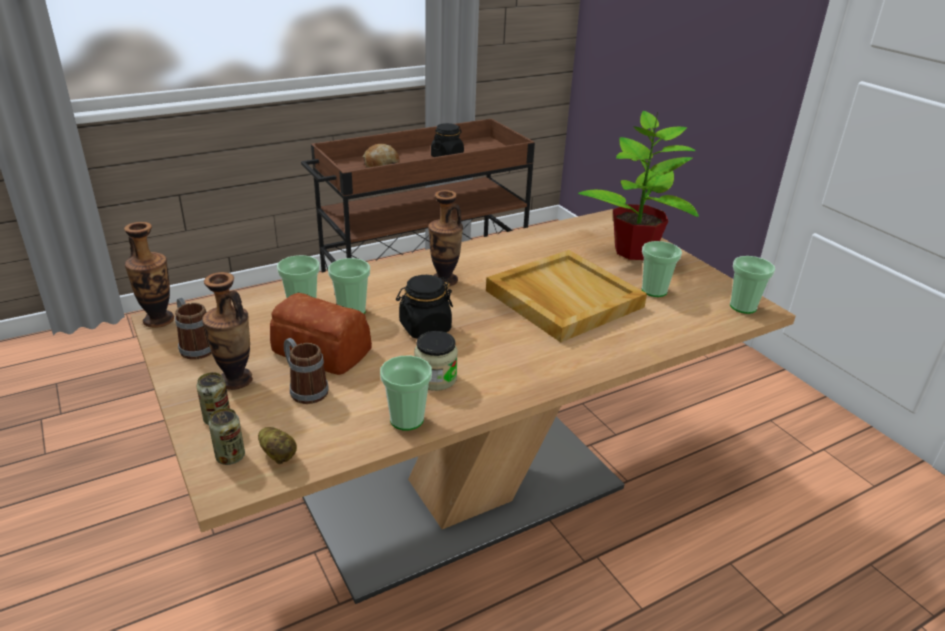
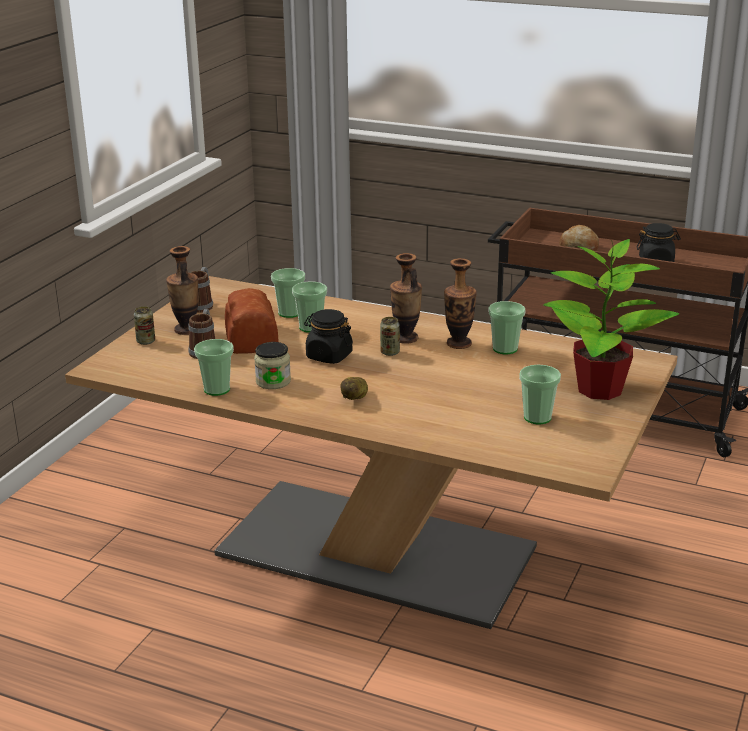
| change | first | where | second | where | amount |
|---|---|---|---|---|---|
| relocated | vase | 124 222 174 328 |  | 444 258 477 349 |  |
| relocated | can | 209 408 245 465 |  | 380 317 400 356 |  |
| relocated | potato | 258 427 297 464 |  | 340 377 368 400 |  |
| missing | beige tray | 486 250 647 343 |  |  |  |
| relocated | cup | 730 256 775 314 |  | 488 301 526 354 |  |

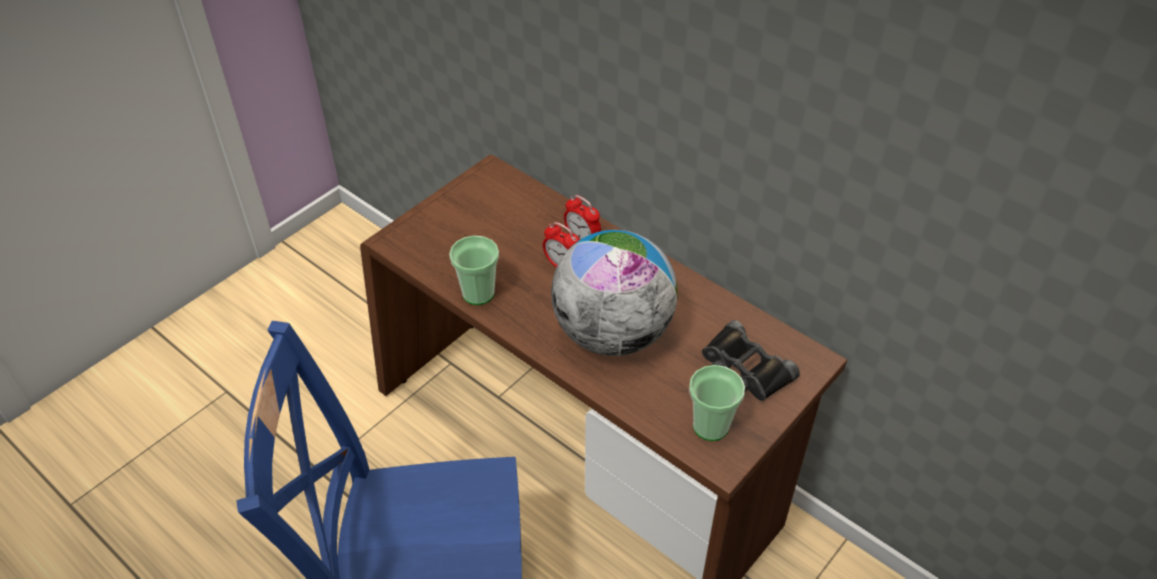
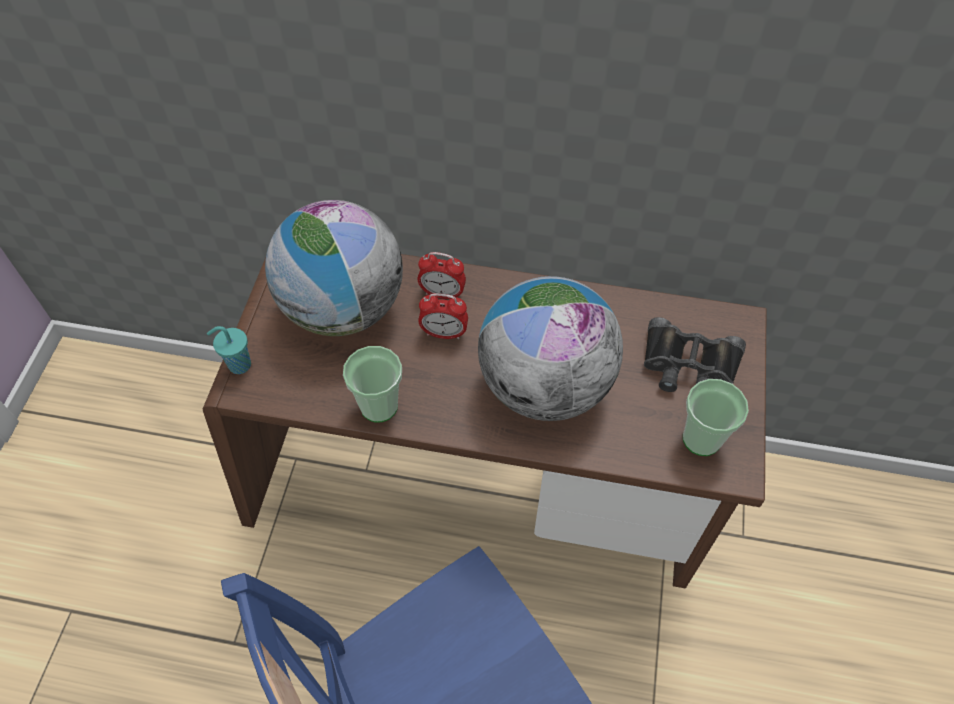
| change | first | where | second | where | amount |
|---|---|---|---|---|---|
| appeared |  |  | turquoise cup | 207 326 251 374 |  |
| appeared |  |  | globe | 265 200 403 336 |  |

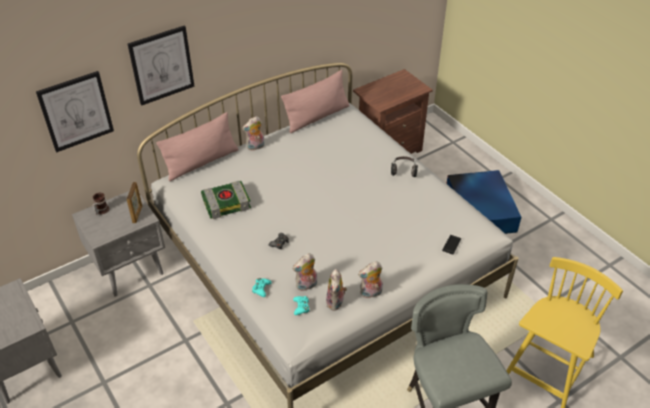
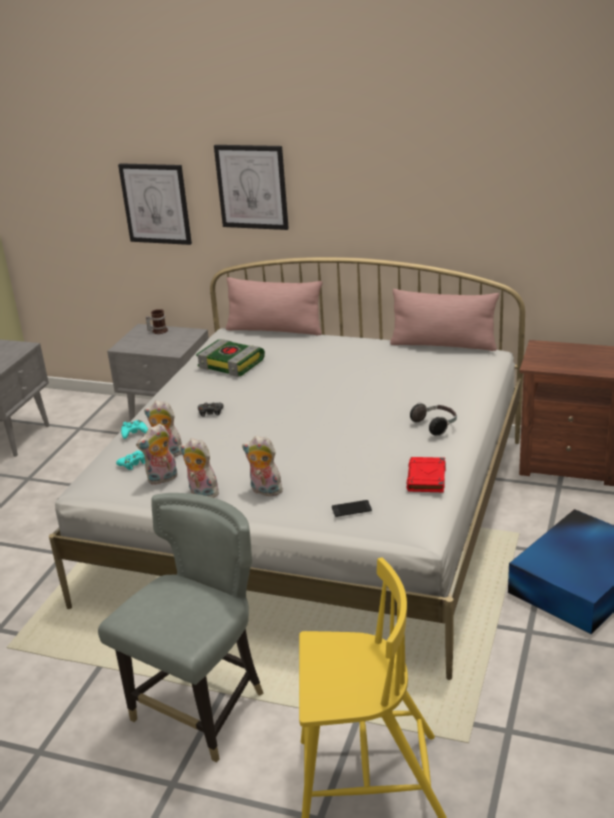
| change | first | where | second | where | amount |
|---|---|---|---|---|---|
| missing | picture frame | 127 182 142 223 |  |  |  |
| relocated | plush toy | 242 116 265 151 |  | 242 436 283 496 |  |
| appeared |  |  | red book | 406 457 446 492 |  |

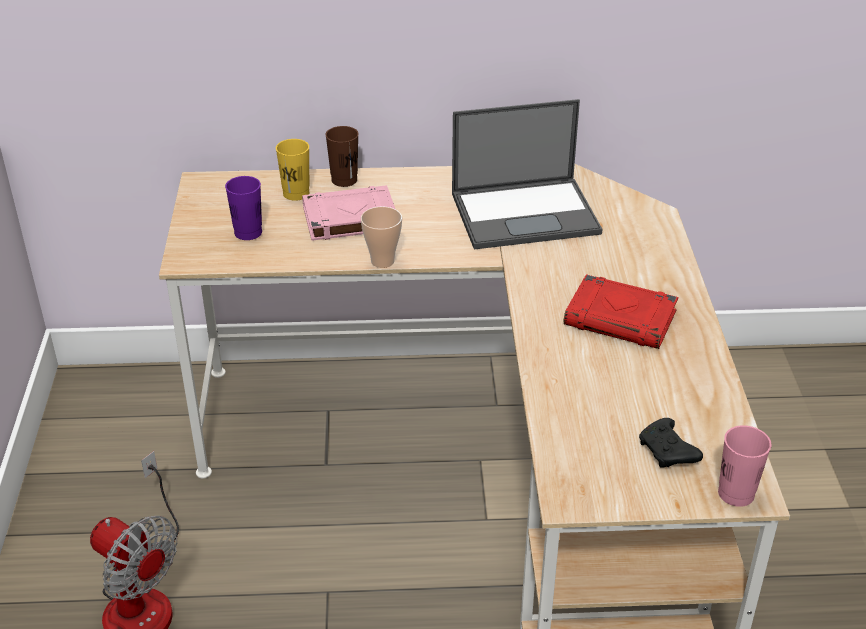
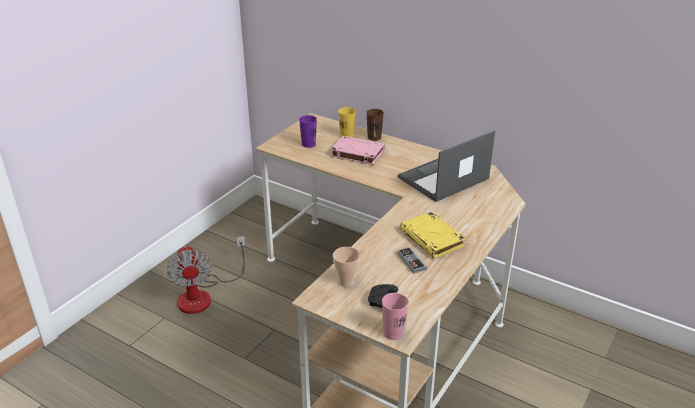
| change | first | where | second | where | amount |
|---|---|---|---|---|---|
| relocated | cup | 361 206 402 268 |  | 333 247 360 287 |  |
| spun | laptop | 452 99 602 250 |  | 398 131 495 202 | 120 degrees clockwise |
| colour | red book | 564 274 678 349 | yellow book | 400 212 466 259 |  |
| appeared |  |  | game controller | 397 247 427 274 |  |

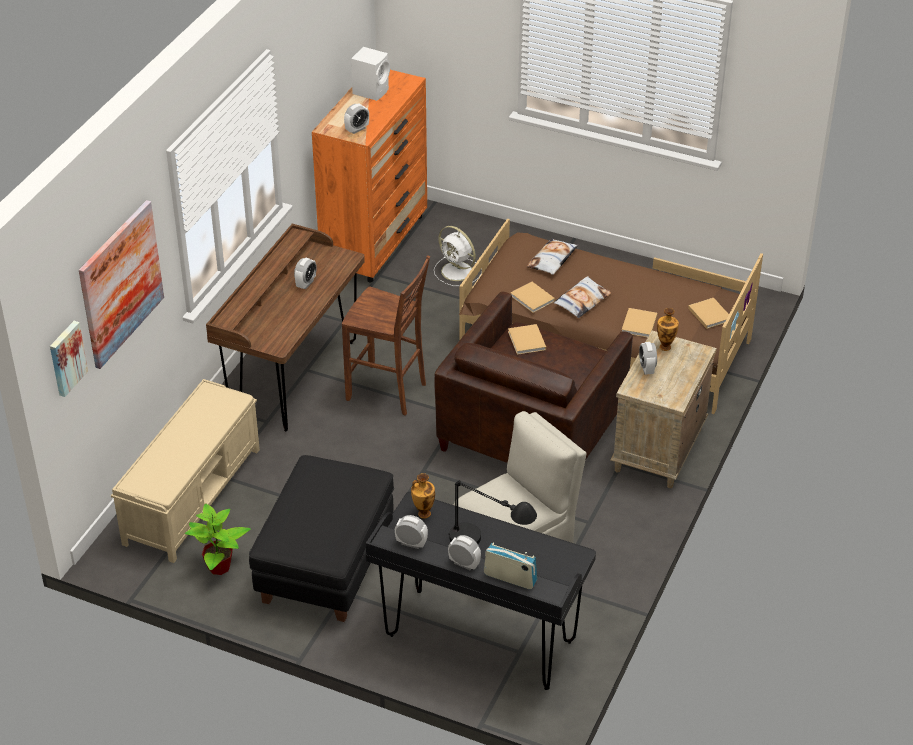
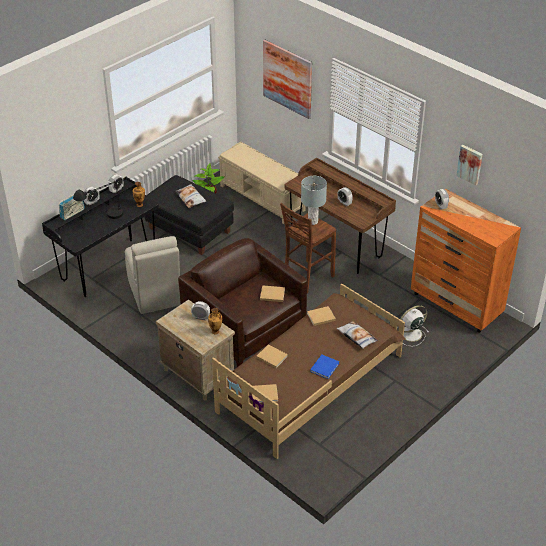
| change | first | where | second | where | amount |
|---|---|---|---|---|---|
| relocated | picture | 50 321 88 397 |  | 456 145 483 185 |  |
| missing | white speaker | 351 47 390 101 |  |  |  |
| relocated | pillow | 554 276 612 318 |  | 175 184 206 208 |  |
| appeared |  |  | grey table lamp | 301 176 327 225 |  |
| appeared |  |  | blue book | 310 355 340 379 |  |

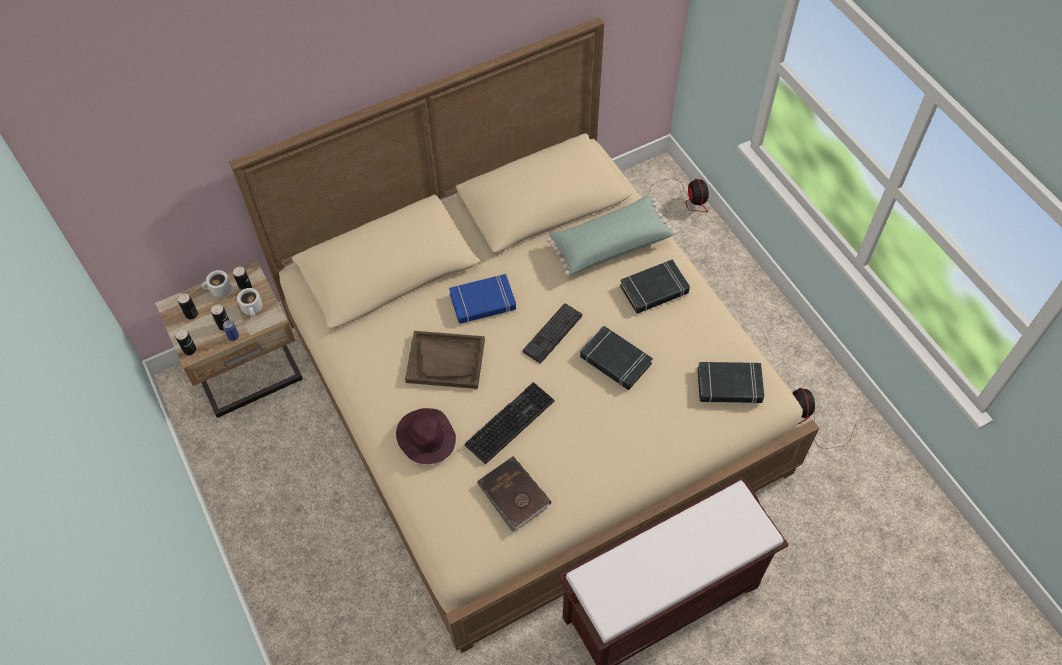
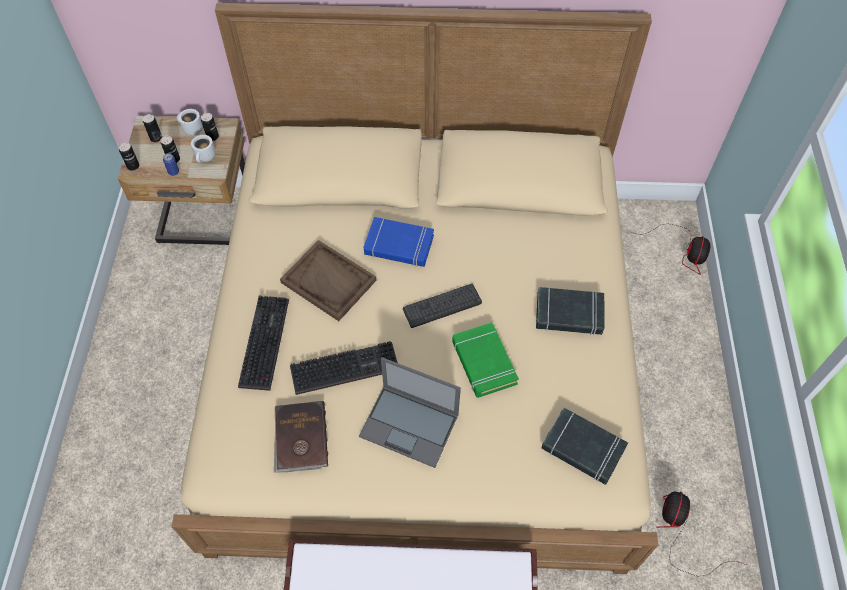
| change | first | where | second | where | amount |
|---|---|---|---|---|---|
| exchanged | purple hat | 396 408 456 464 | keyboard | 238 296 289 391 |  |
| missing | green pillow | 546 195 676 276 |  |  |  |
| colour | black book | 580 326 653 390 | green book | 452 323 519 398 |  |
| appeared |  |  | laptop | 359 357 461 468 |  |

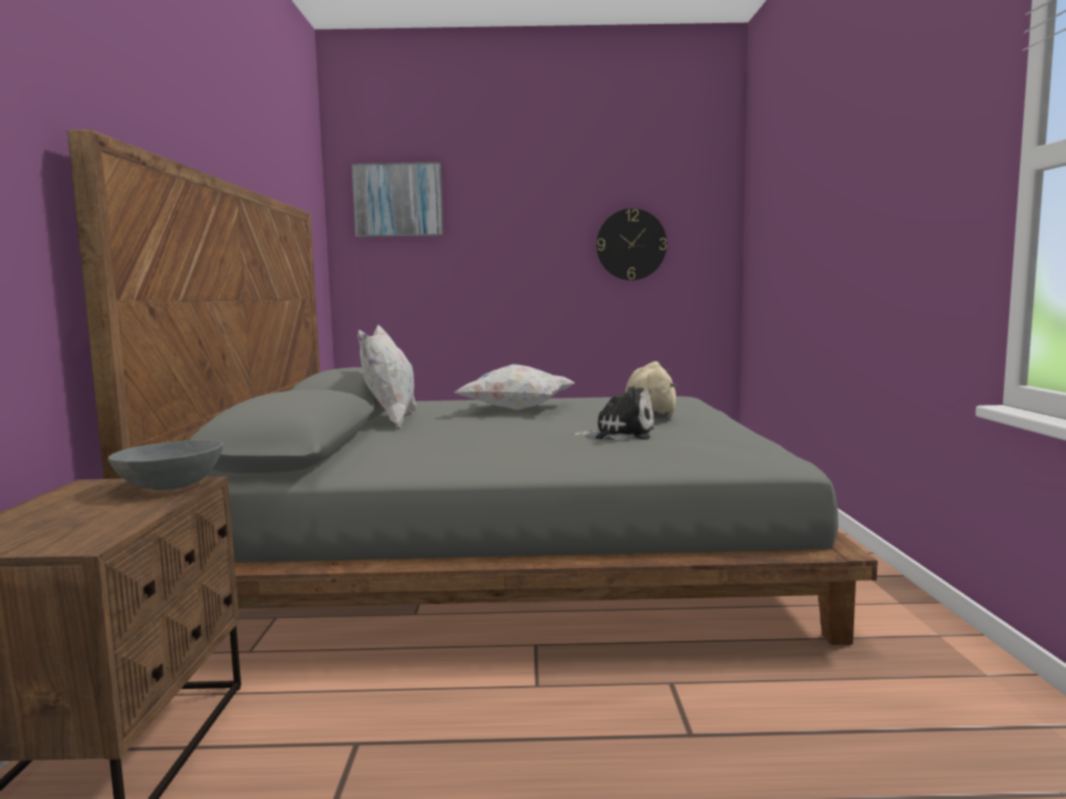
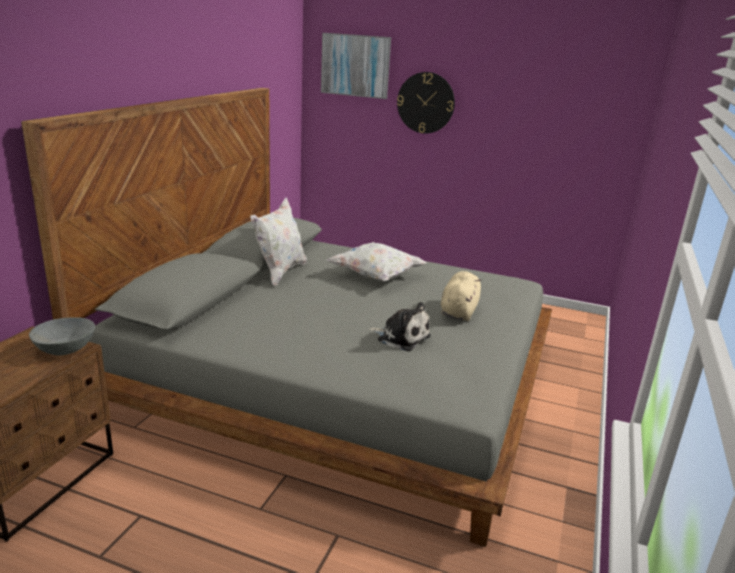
| change | first | where | second | where | amount |
|---|---|---|---|---|---|
| relocated | wall clock | 596 208 667 280 |  | 397 72 455 133 |  |

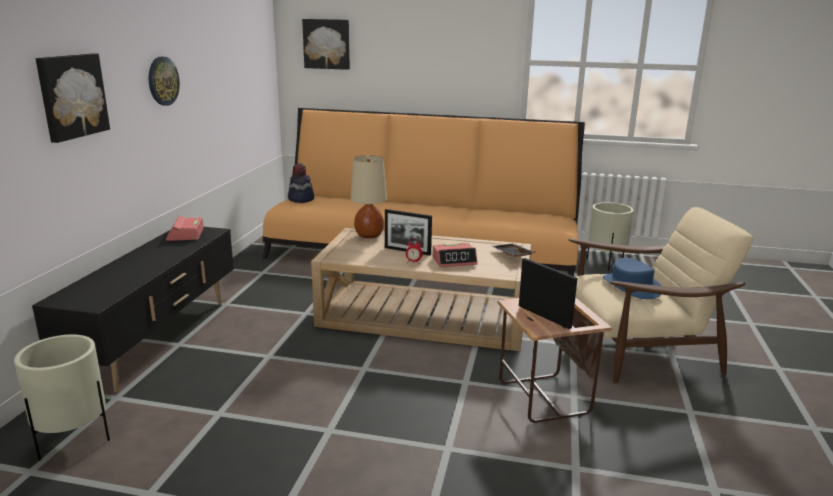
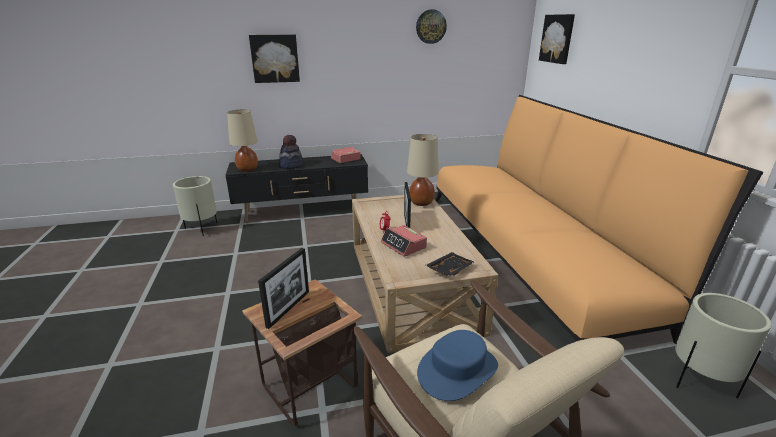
| change | first | where | second | where | amount |
|---|---|---|---|---|---|
| relocated | wall clock | 148 57 180 106 |  | 416 9 447 44 |  |
| relocated | hat | 288 163 314 203 |  | 278 135 303 169 |  |
| appeared |  |  | beige table lamp | 227 110 258 172 |  |

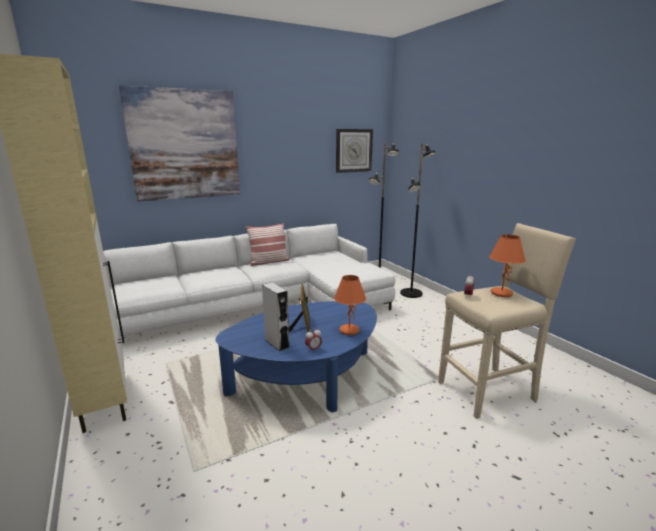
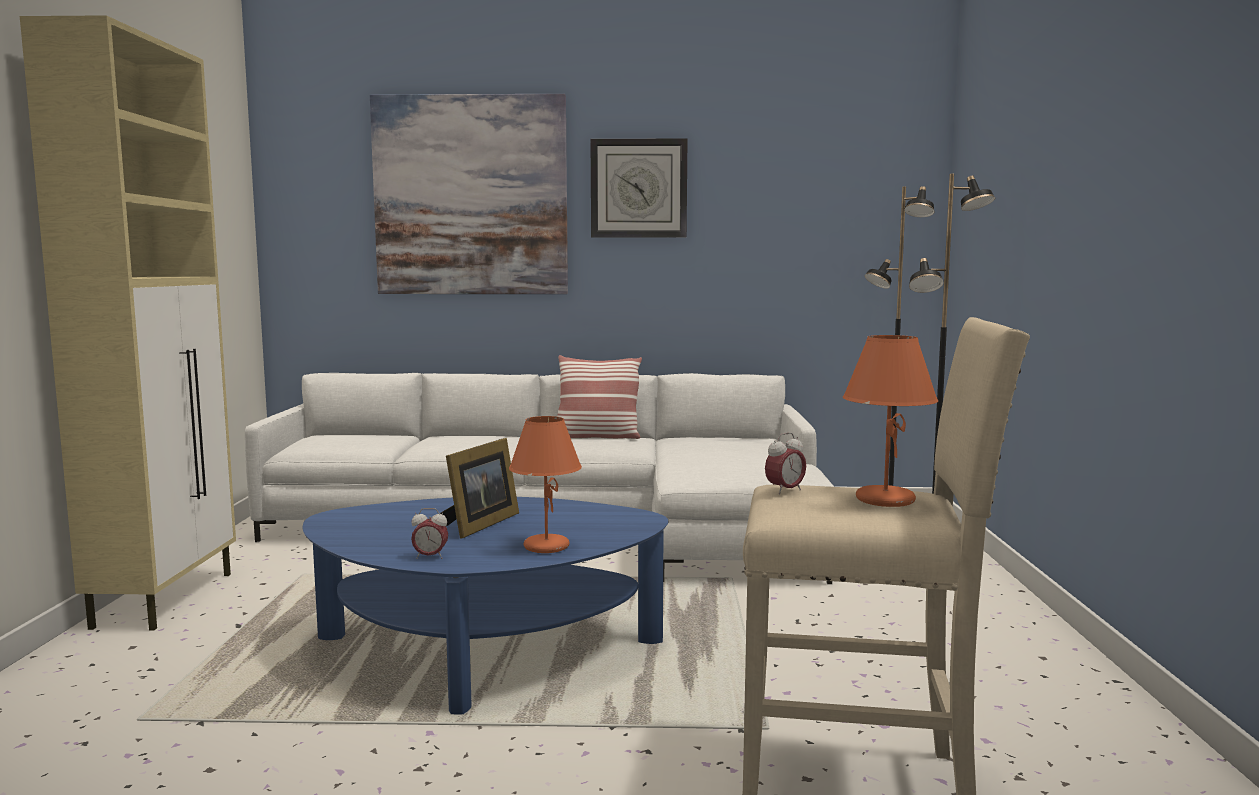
| change | first | where | second | where | amount |
|---|---|---|---|---|---|
| missing | grey speaker | 262 282 290 351 |  |  |  |
| relocated | wall clock | 336 129 373 173 |  | 591 138 688 238 |  |

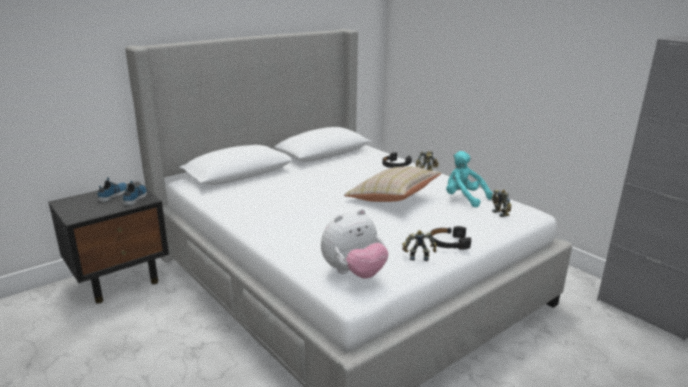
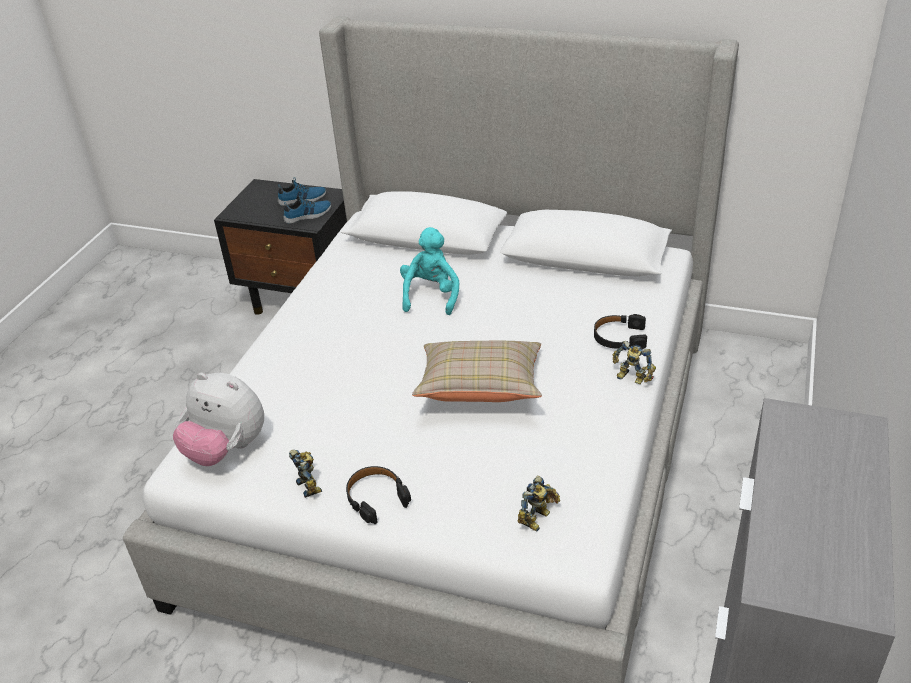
| change | first | where | second | where | amount |
|---|---|---|---|---|---|
| relocated | turquoise plush toy | 446 151 493 207 |  | 400 227 459 315 |  |

